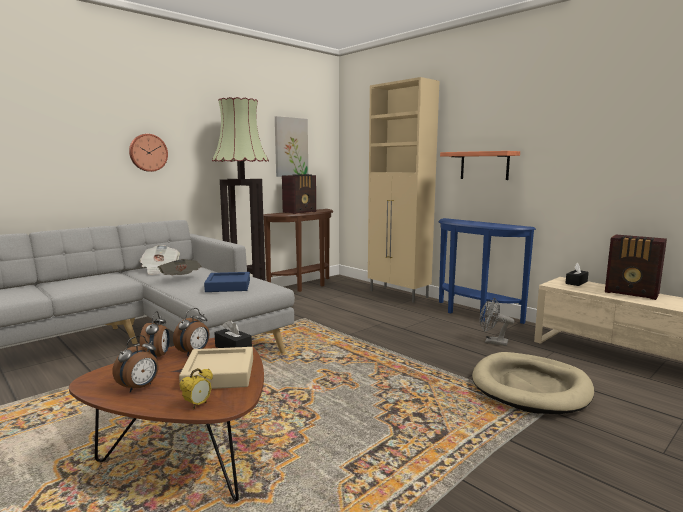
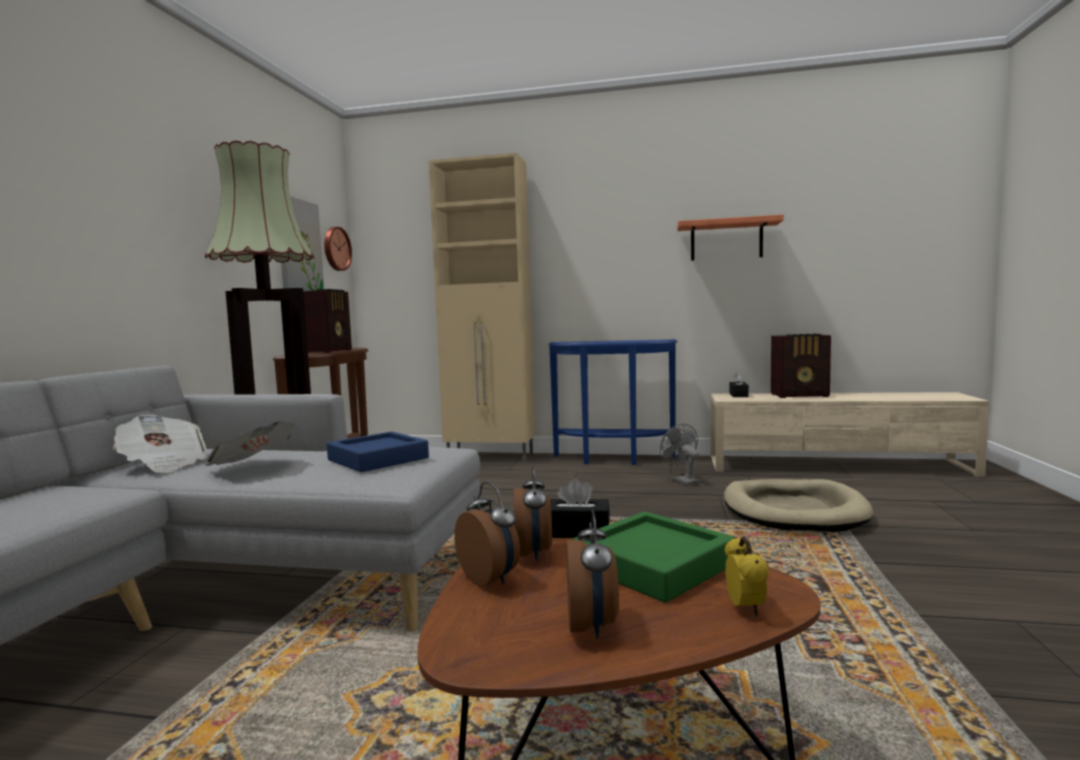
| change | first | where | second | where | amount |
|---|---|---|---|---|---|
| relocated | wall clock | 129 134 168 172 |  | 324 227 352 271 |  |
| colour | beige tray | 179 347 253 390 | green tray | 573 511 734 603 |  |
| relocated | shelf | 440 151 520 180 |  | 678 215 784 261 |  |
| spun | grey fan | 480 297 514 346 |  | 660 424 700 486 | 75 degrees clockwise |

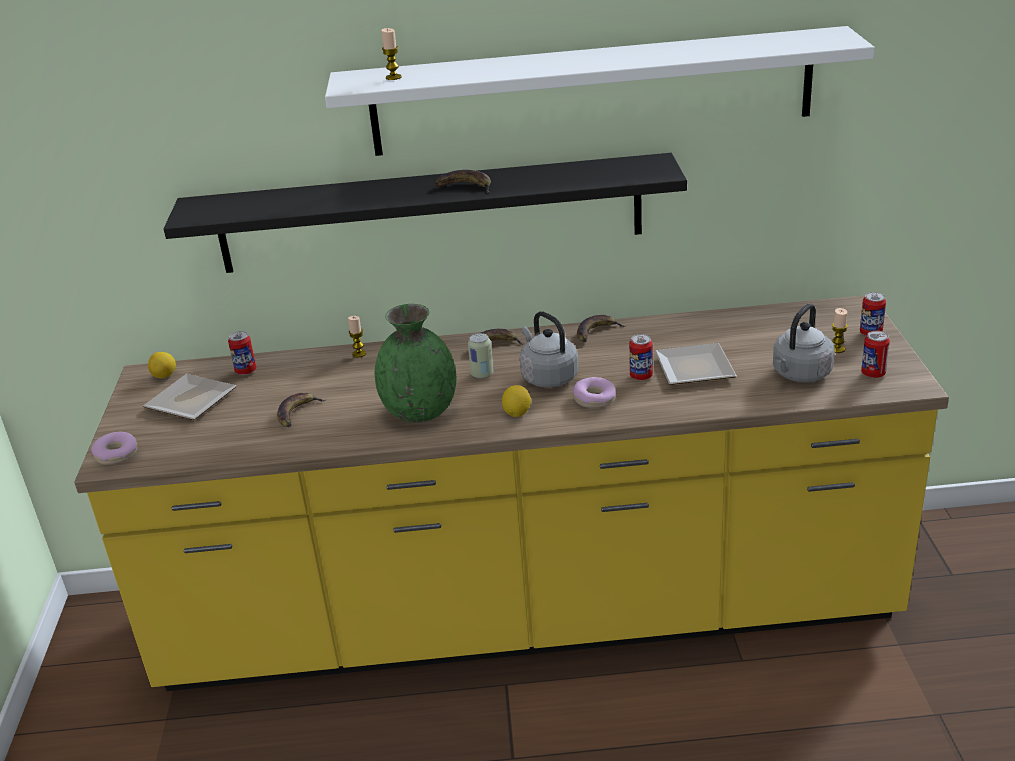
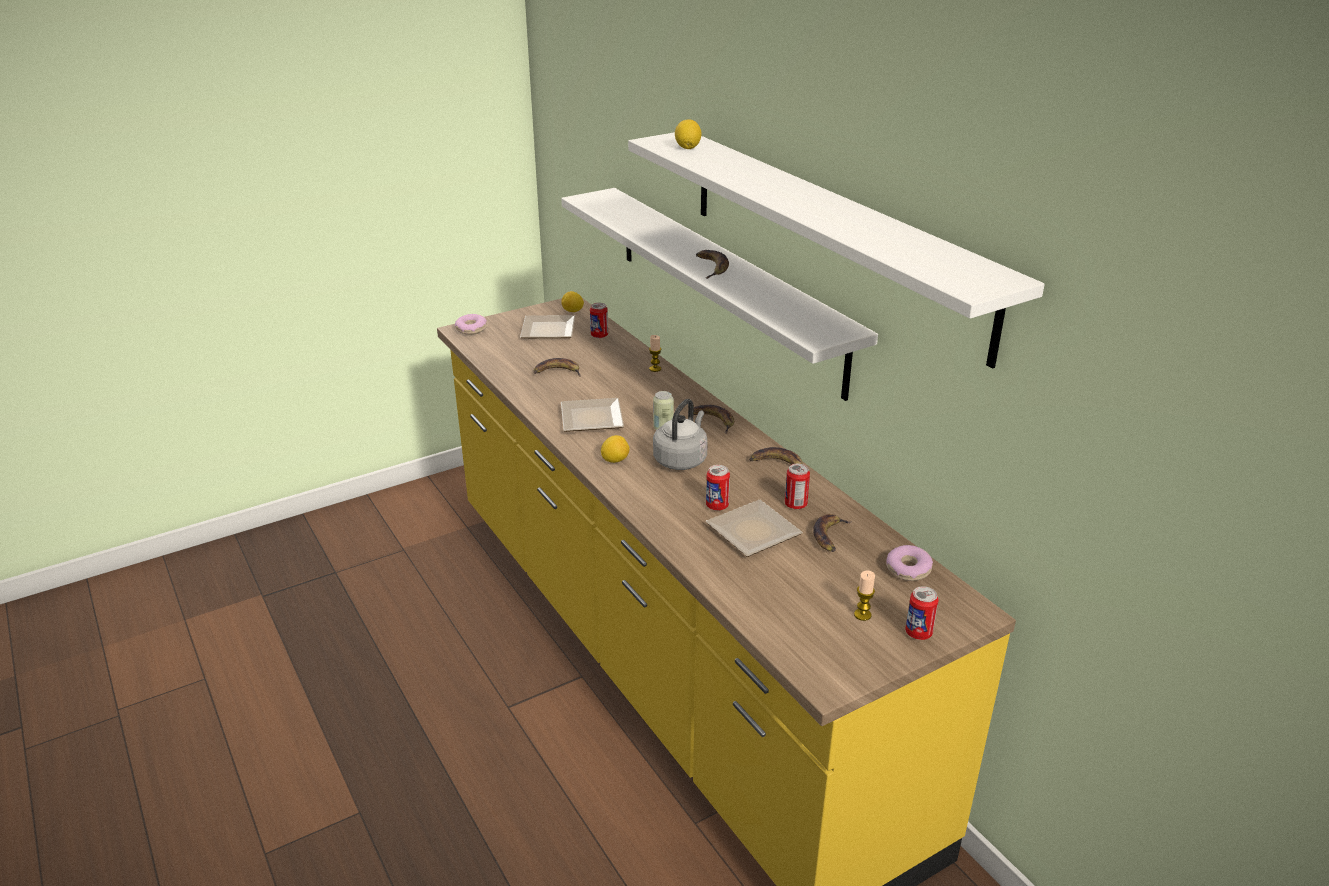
| change | first | where | second | where | amount |
|---|---|---|---|---|---|
| colour | black shelf | 163 153 687 273 | white shelf | 561 188 878 401 |  |
| exchanged | green vase | 375 304 456 422 | plate | 561 398 624 432 |  |
| exchanged | candle | 381 28 402 80 | lemon | 675 119 702 149 |  |
| relocated | donut | 573 377 616 408 |  | 886 545 933 581 |  |
| missing | grey kettle | 773 303 835 382 |  |  |  |
| relocated | can | 861 331 890 378 |  | 785 464 810 509 |  |
| appeared |  |  | banana | 813 514 852 552 |  |

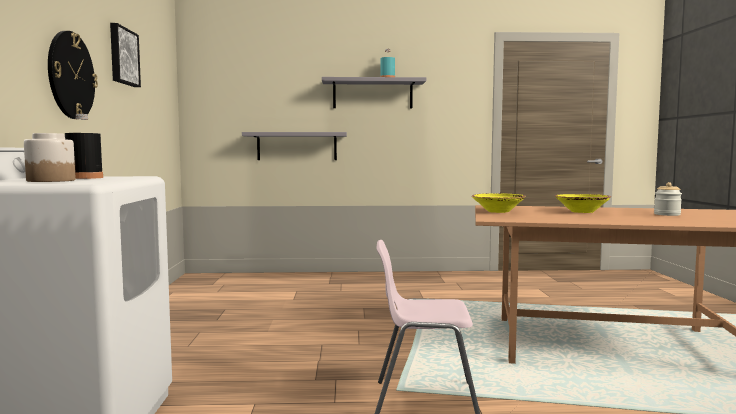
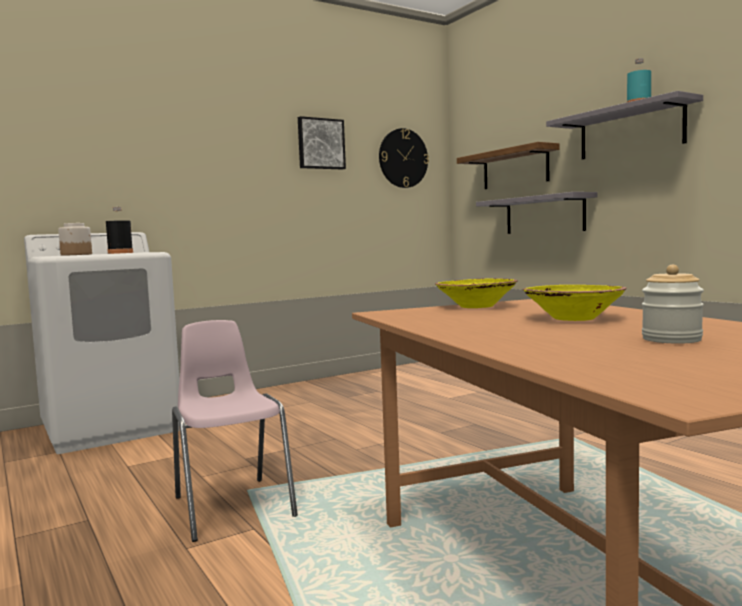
| change | first | where | second | where | amount |
|---|---|---|---|---|---|
| relocated | wall clock | 48 31 98 119 |  | 379 128 429 188 |  |
| appeared |  |  | shelf | 457 142 559 189 |  |

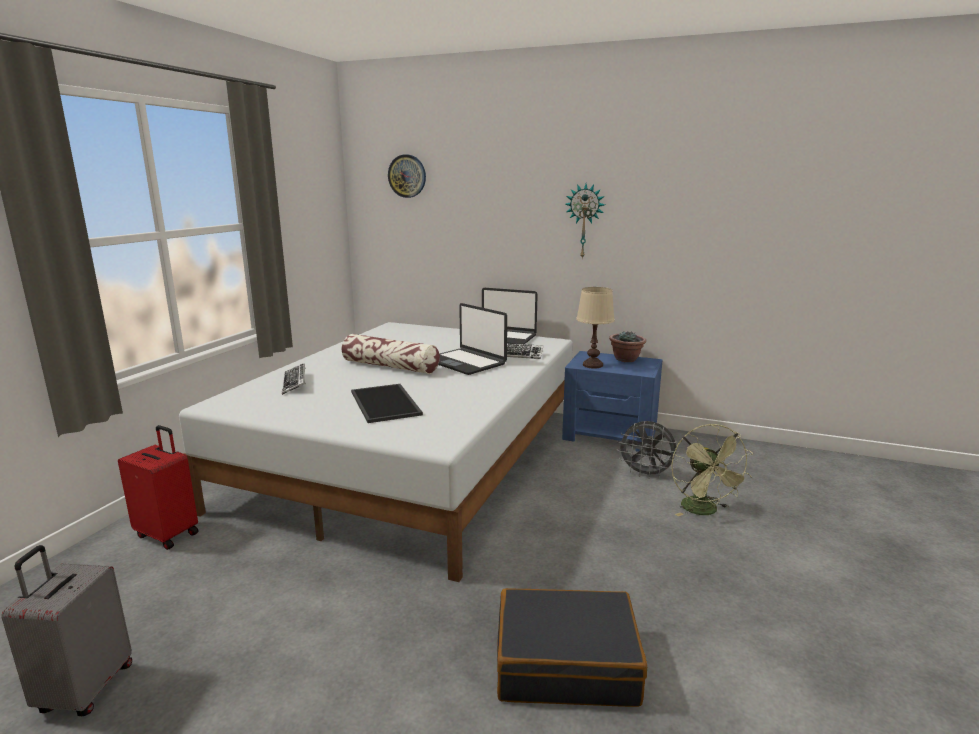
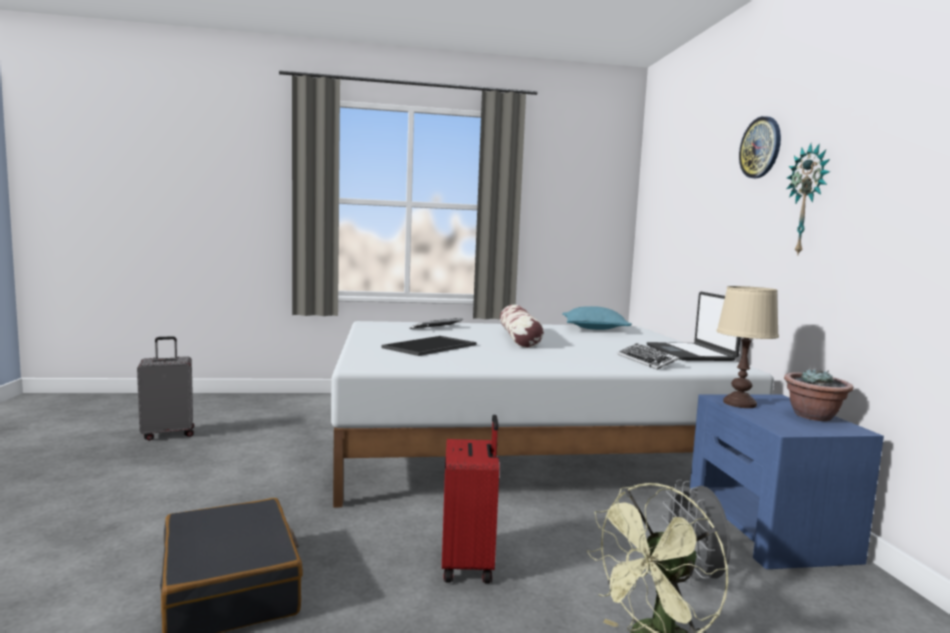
| change | first | where | second | where | amount |
|---|---|---|---|---|---|
| relocated | red suitcase | 118 425 199 550 |  | 442 415 500 583 |  |
| relocated | wall clock | 388 154 426 198 |  | 739 116 781 178 |  |
| missing | laptop | 438 303 507 375 |  |  |  |
| appeared |  |  | turquoise pillow | 562 306 632 330 |  |

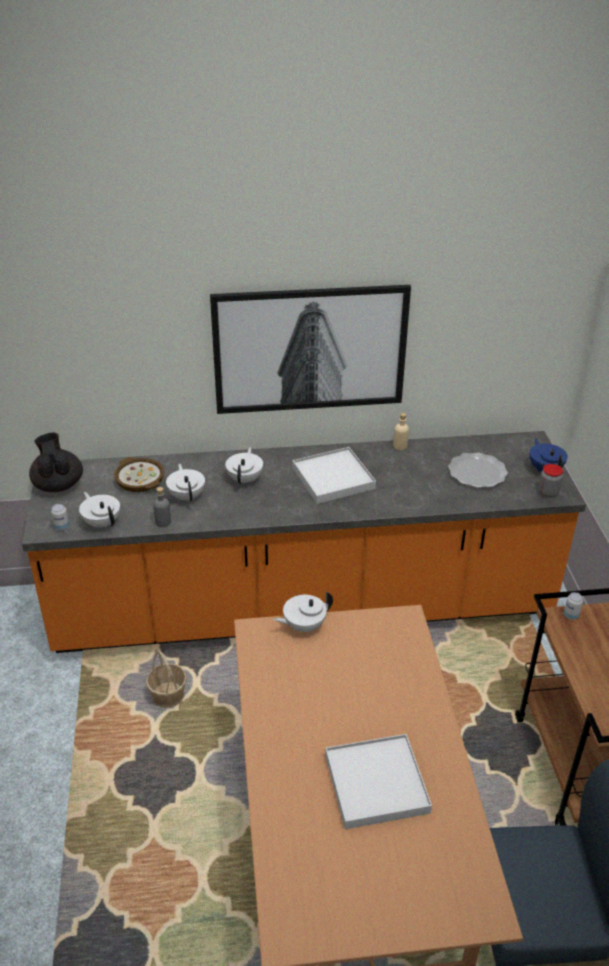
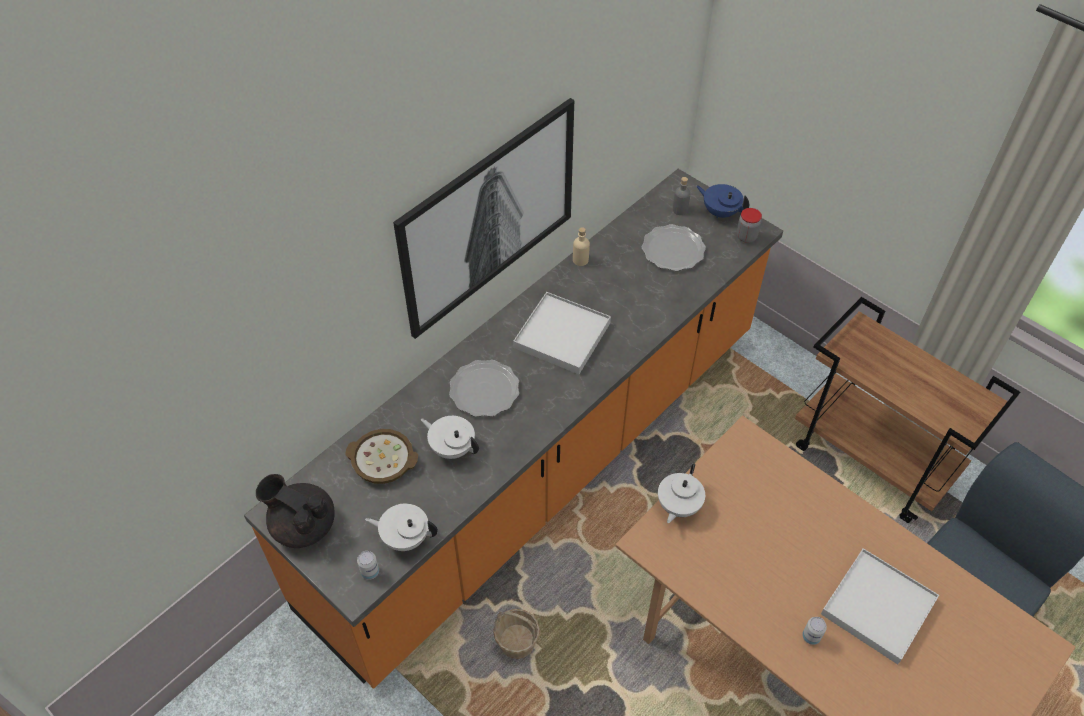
| change | first | where | second | where | amount |
|---|---|---|---|---|---|
| relocated | grey bottle | 153 487 171 527 |  | 673 177 691 215 |  |
| exchanged | white teapot | 225 447 263 485 | plate | 449 360 519 417 |  |
| relocated | can | 564 592 583 620 |  | 802 617 827 645 |  |

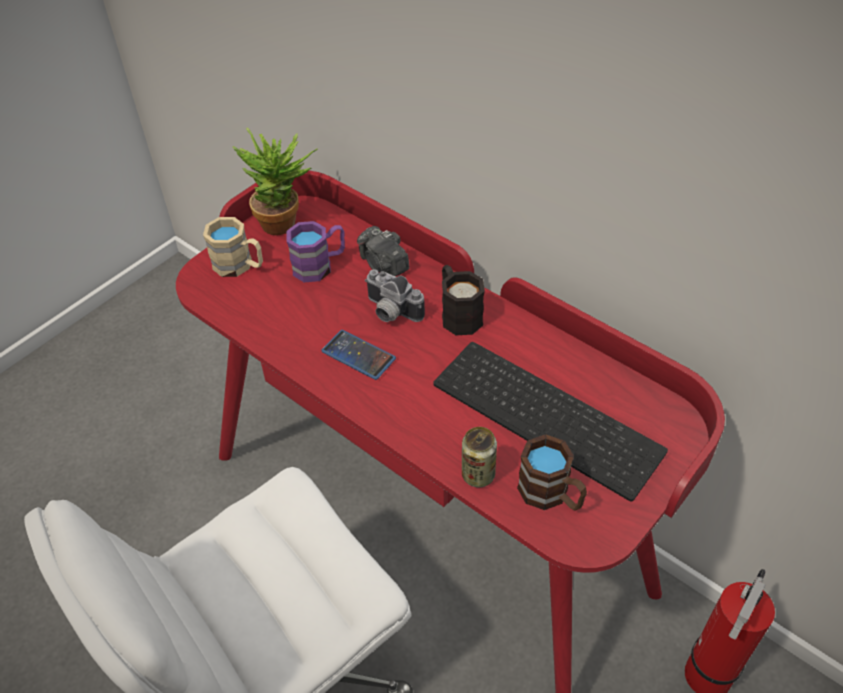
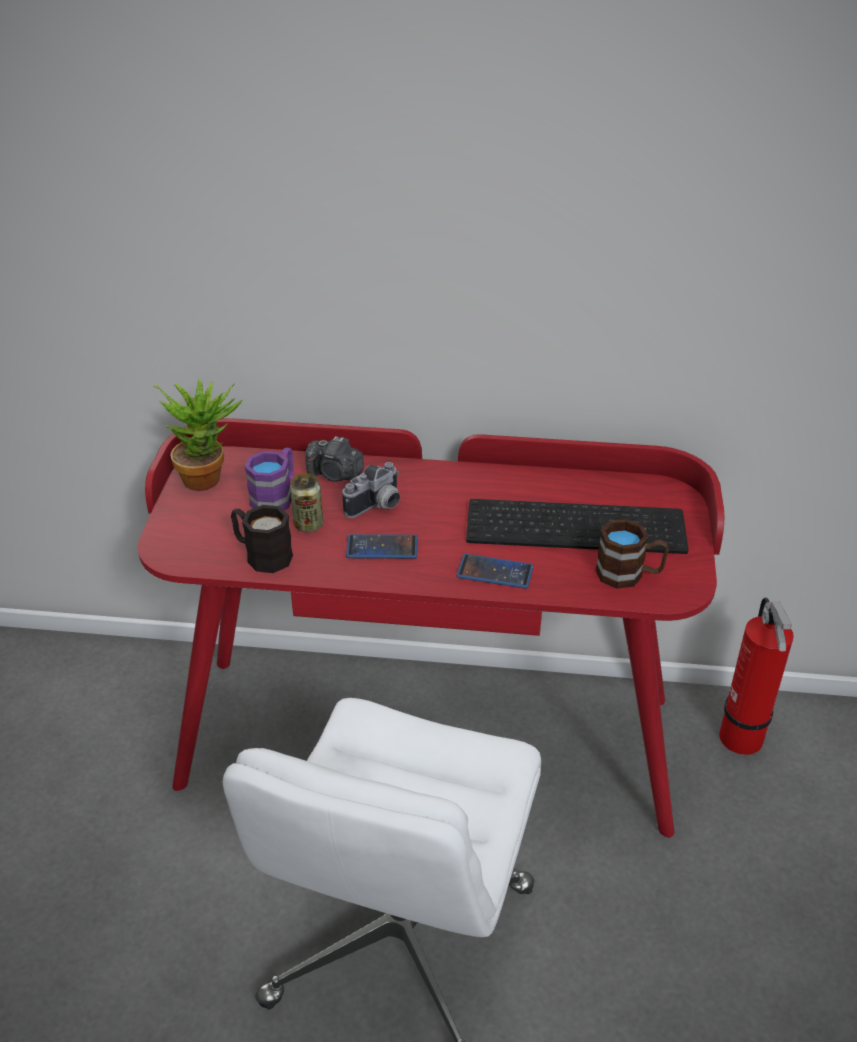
| change | first | where | second | where | amount |
|---|---|---|---|---|---|
| missing | beige mug | 203 217 263 277 |  |  |  |
| spun | photo camera | 365 269 425 322 |  | 342 462 400 518 | 45 degrees counterclockwise |
| relocated | black mug | 442 265 485 335 |  | 231 505 293 573 |  |
| relocated | can | 462 427 497 488 |  | 290 474 323 532 |  |
| appeared |  |  | phone | 456 554 534 589 |  |

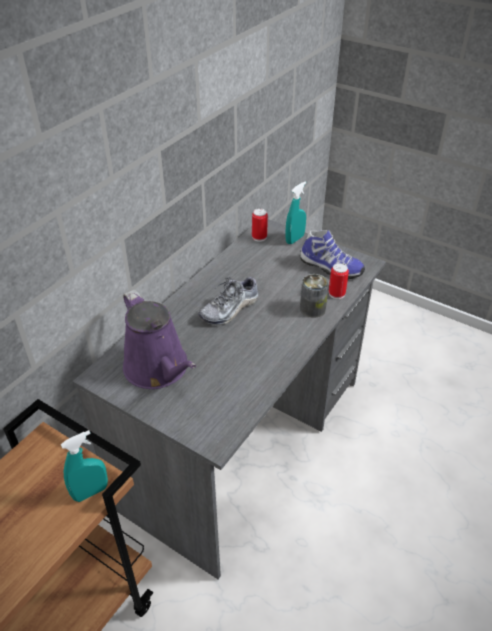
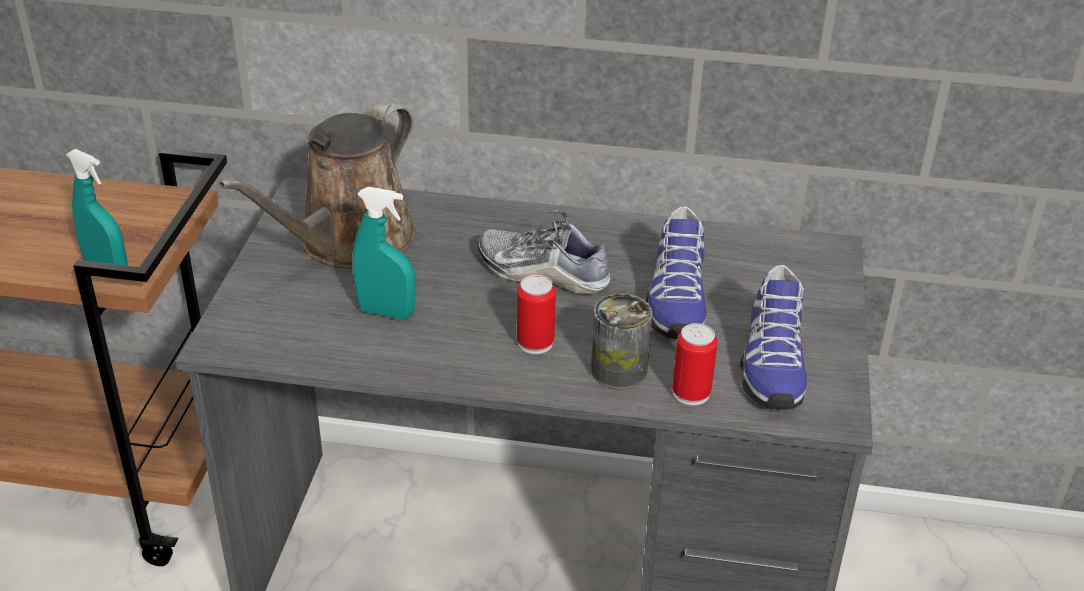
| change | first | where | second | where | amount |
|---|---|---|---|---|---|
| colour | purple watering can | 123 290 196 389 | brown watering can | 218 102 416 269 |  |
| relocated | can | 252 208 268 242 |  | 517 275 556 354 |  |
| relocated | turquoise spray bottle | 285 182 306 244 |  | 353 187 415 319 |  |
| appeared |  |  | shoe | 646 206 706 339 |  |

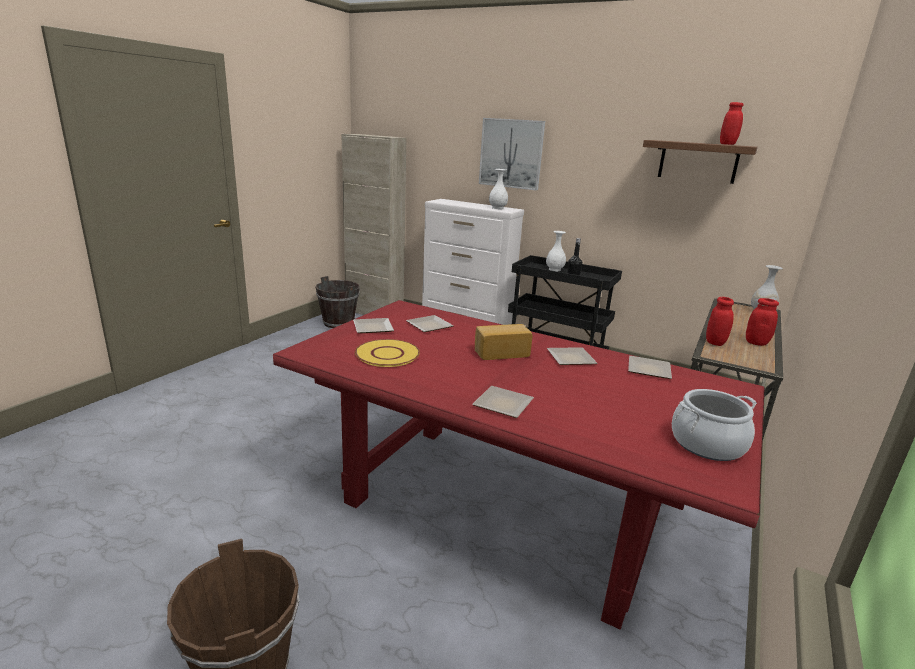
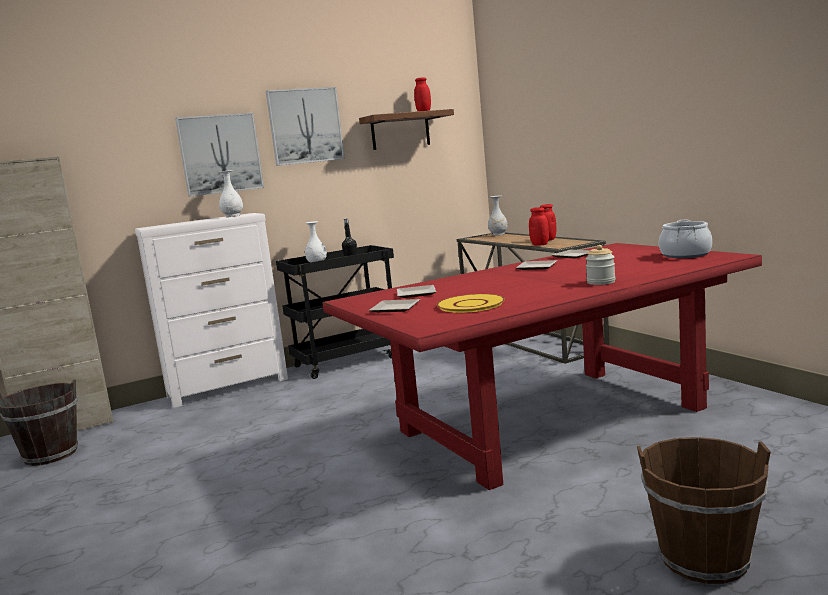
| change | first | where | second | where | amount |
|---|---|---|---|---|---|
| exchanged | plate | 472 386 534 418 | jar | 585 245 616 285 |  |
| missing | bread | 475 324 533 360 |  |  |  |
| appeared |  |  | picture | 266 87 345 166 |  |

